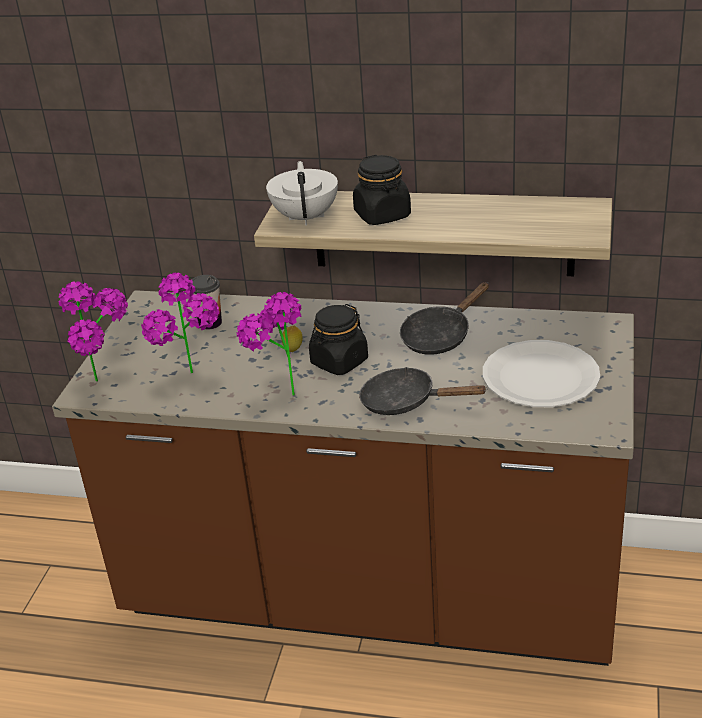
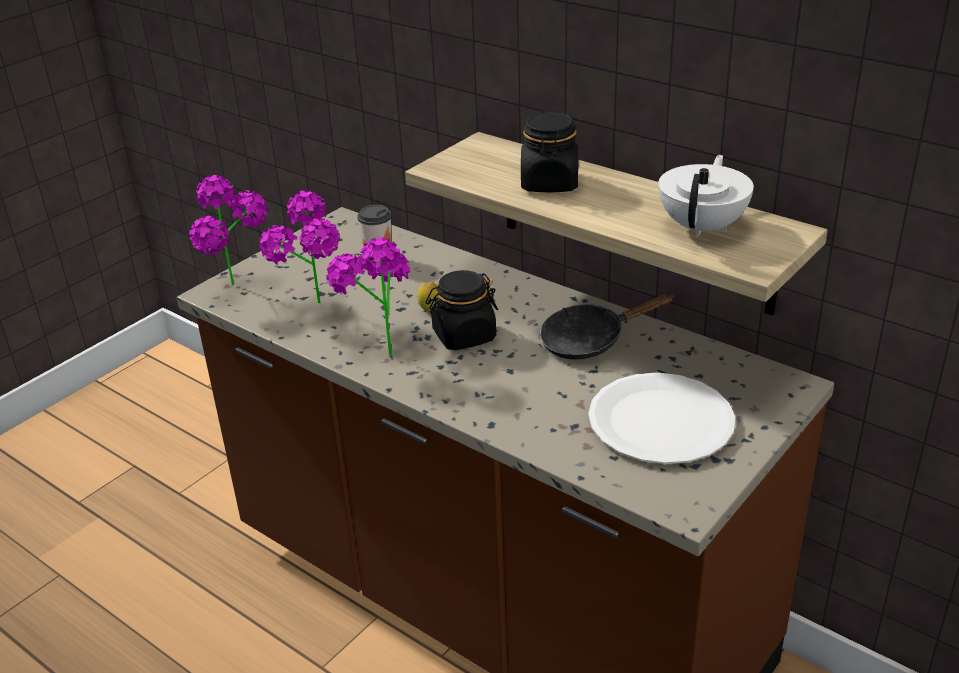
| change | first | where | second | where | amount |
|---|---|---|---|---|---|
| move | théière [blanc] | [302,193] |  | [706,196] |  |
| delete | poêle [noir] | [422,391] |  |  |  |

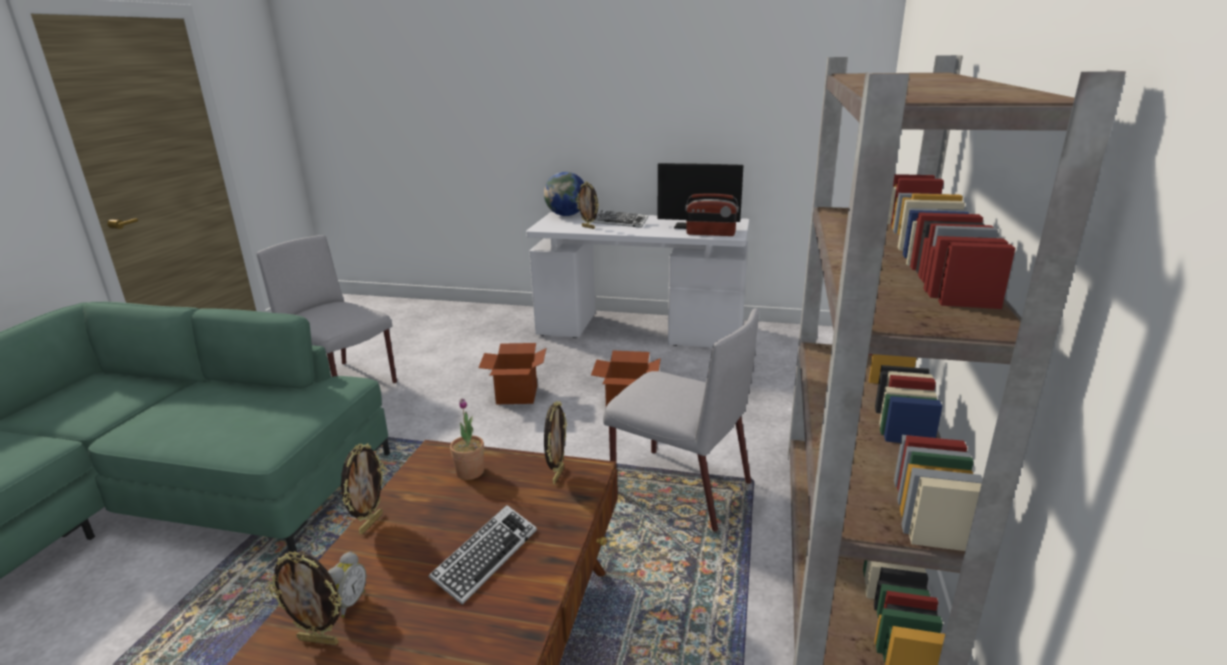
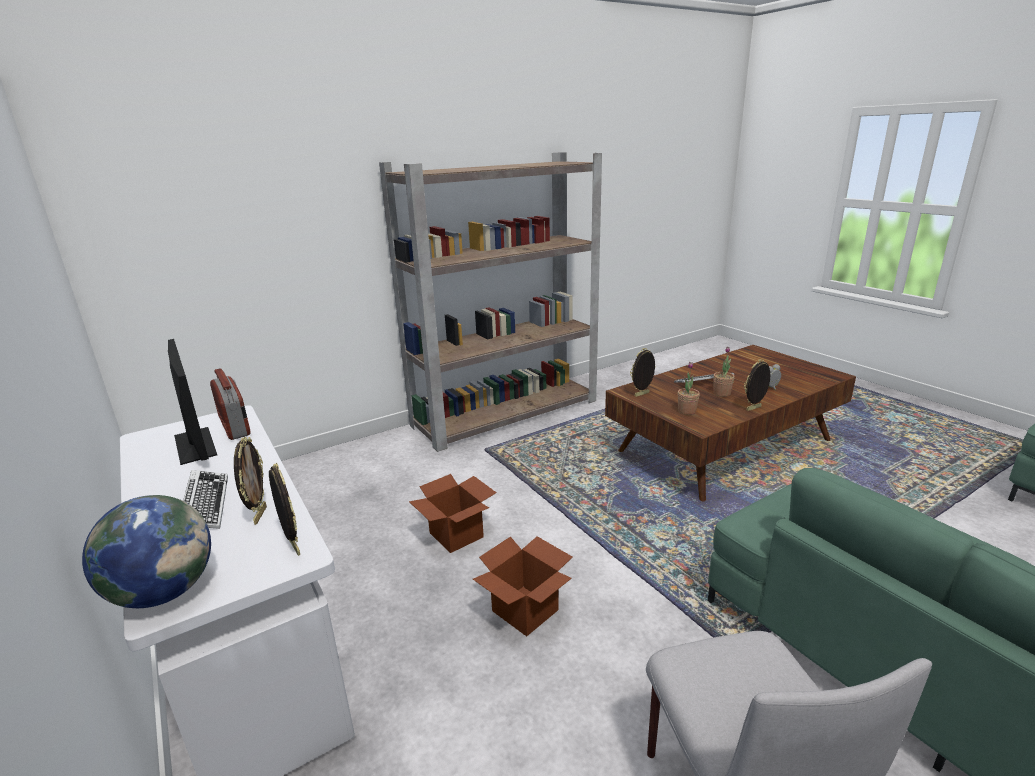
| change | first | where | second | where | amount |
|---|---|---|---|---|---|
| delete | chaise [gris] | [681,419] |  |  |  |
| move | cadre photo | [305,598] |  | [284,509] |  |
| insert |  |  | plante en pot | [724,372] |  |

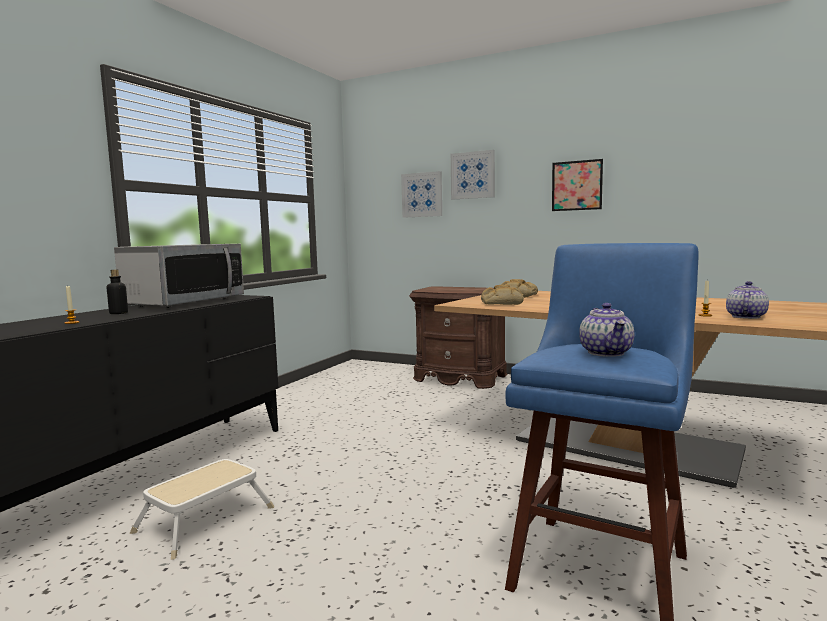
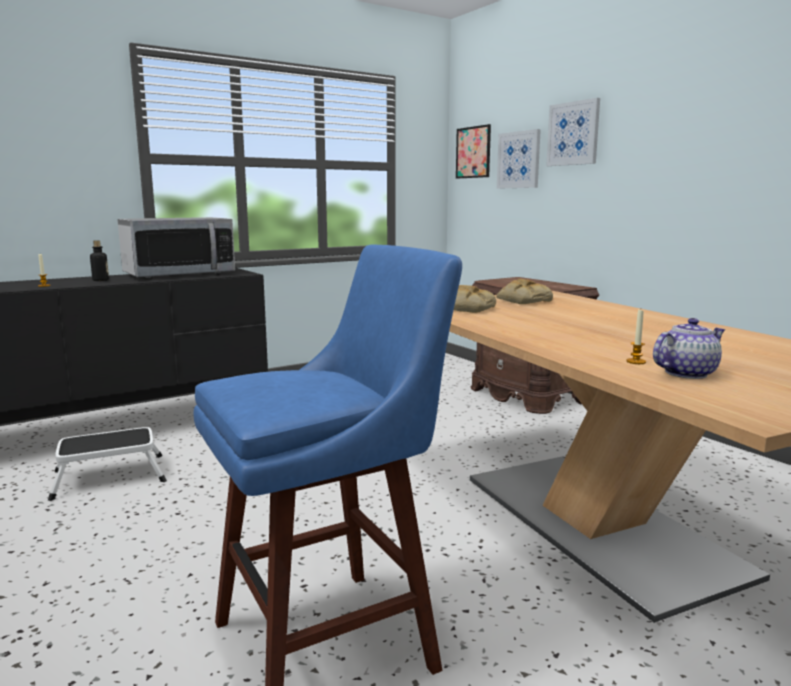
| change | first | where | second | where | amount |
|---|---|---|---|---|---|
| move | tableau | [577,185] |  | [473,151] |  |
| delete | théière | [606,330] |  |  |  |
| recolor | escabeau [beige] | [201,509] | escabeau [noir] | [107,464] |  |

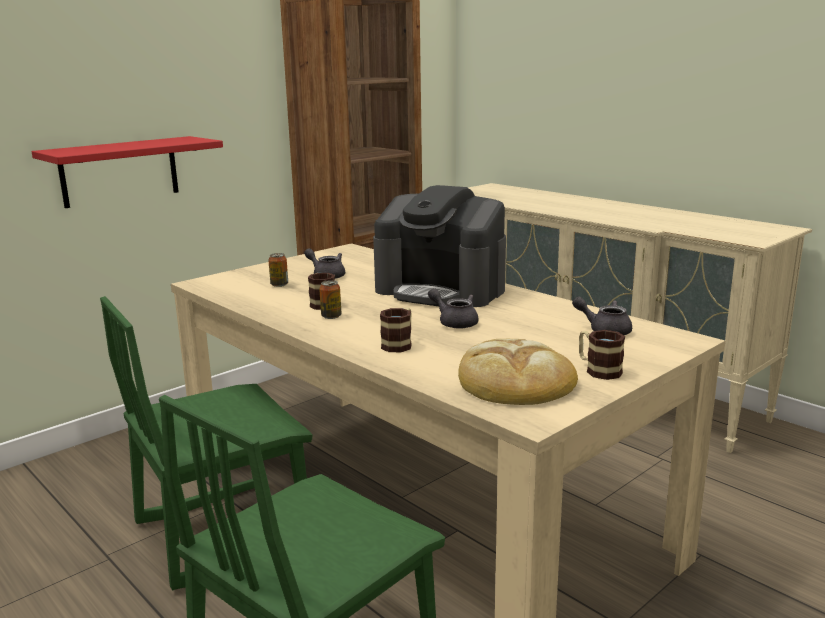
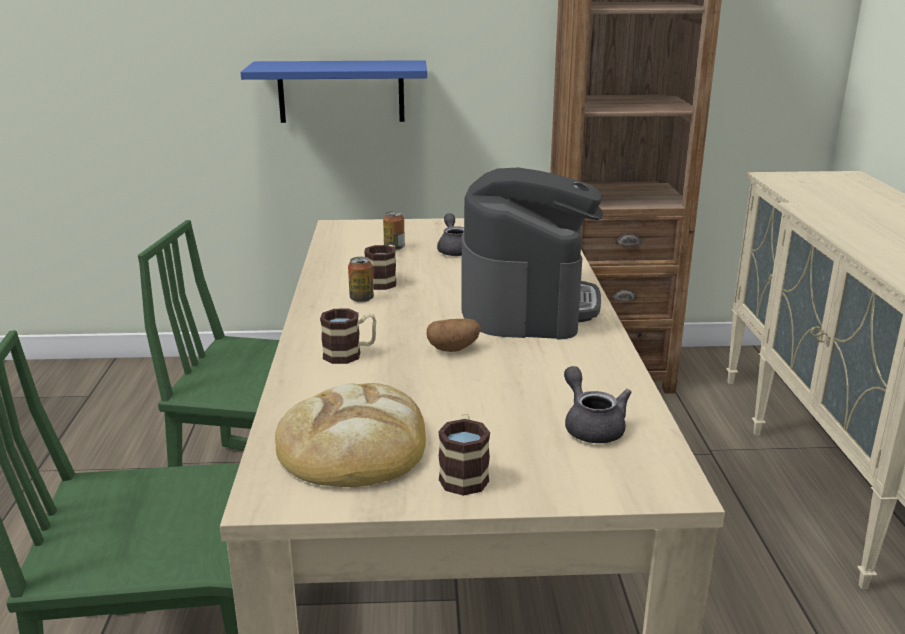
| change | first | where | second | where | amount |
|---|---|---|---|---|---|
| recolor | étagère [rouge] | [127,172] | étagère [bleu] | [333,91] |  |
| rotate | machine à café | [439,246] |  | [532,253] | 150 degrees counterclockwise |
| replace | théière [gris] | [453,308] | pomme de terre | [454,335] |  |

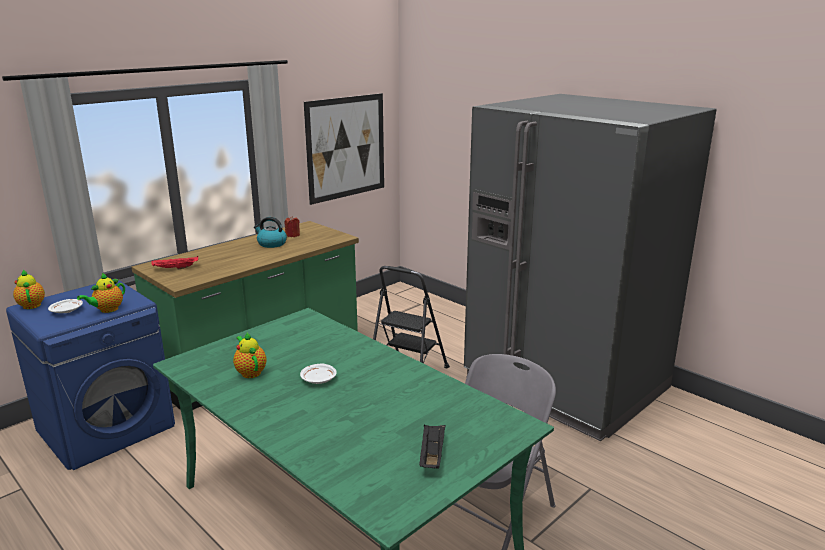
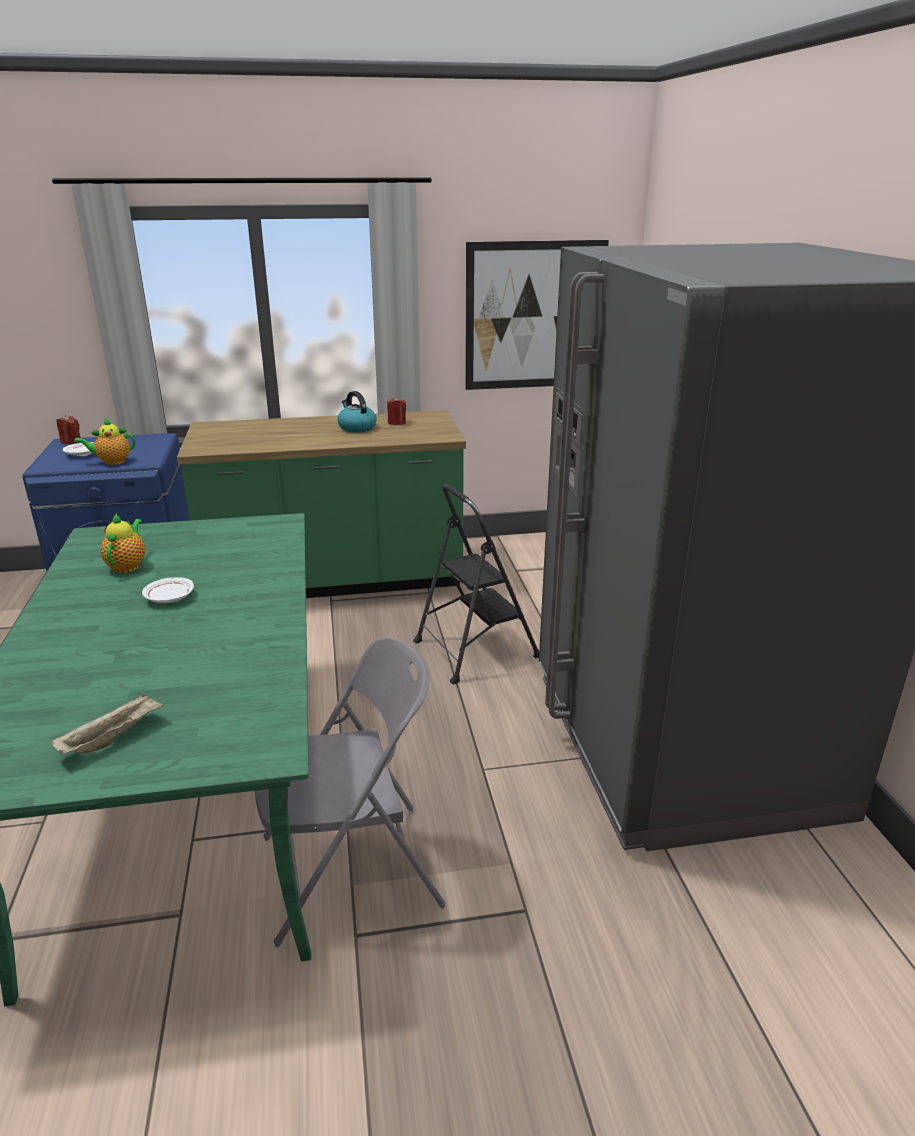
| change | first | where | second | where | amount |
|---|---|---|---|---|---|
| delete | plateau [rouge] | [174,262] |  |  |  |
| replace | théière | [29,289] | bougie [rouge] | [68,429] |  |
| recolor | plateau [noir] | [432,447] | plateau [beige] | [107,724] |  |

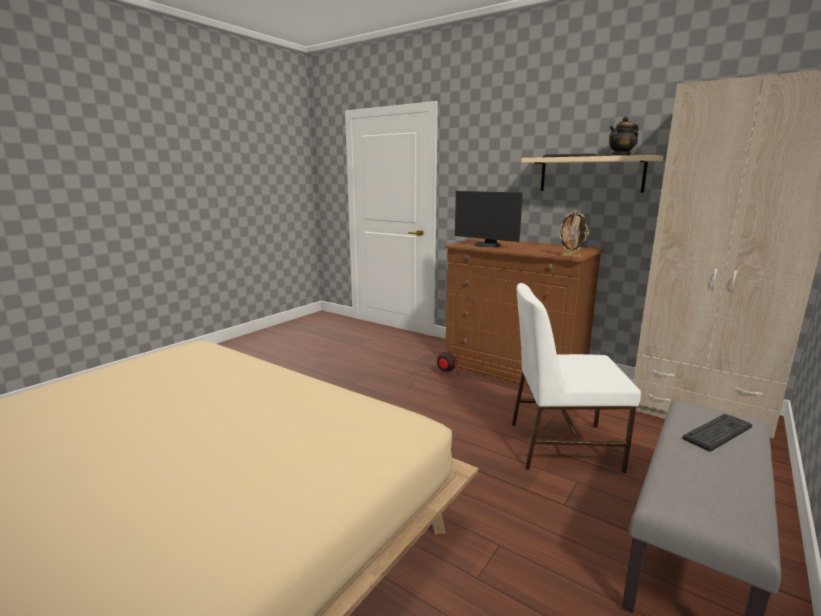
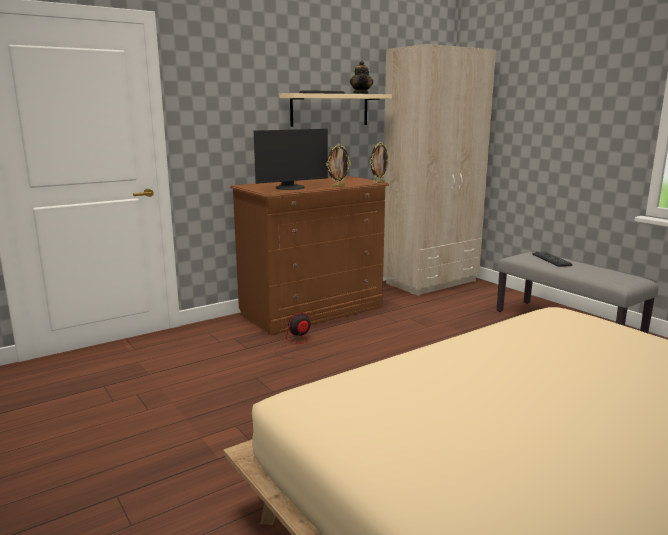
| change | first | where | second | where | amount |
|---|---|---|---|---|---|
| delete | chaise [blanc] | [576,378] |  |  |  |
| insert |  |  | cadre photo | [338,165] |  |

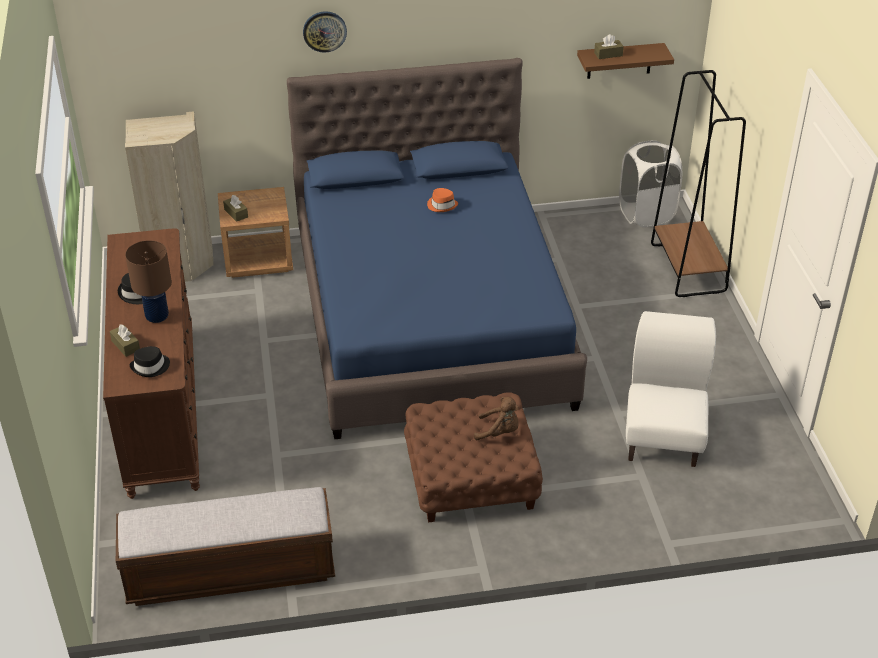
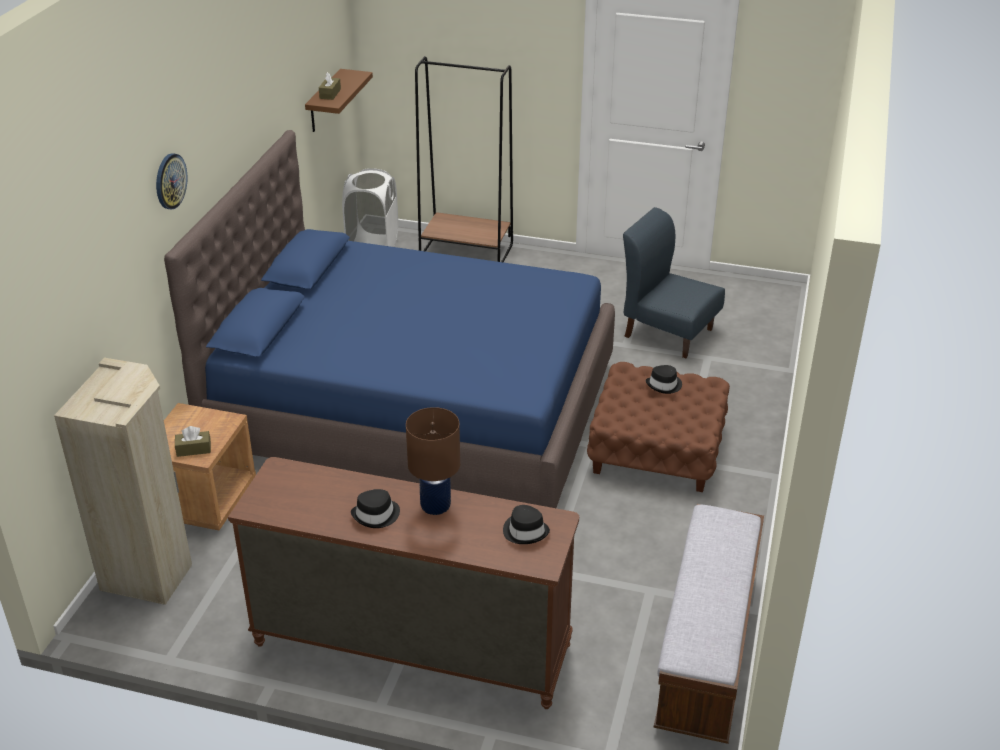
| change | first | where | second | where | amount |
|---|---|---|---|---|---|
| delete | chapeau [orange] | [442,200] |  |  |  |
| recolor | chaise [blanc] | [671,389] | chaise [bleu] | [674,282] |  |
| delete | boîte à mouchoirs [marron] | [125,340] |  |  |  |
| replace | peluche [marron] | [496,418] | chapeau [noir] | [663,379] |  |

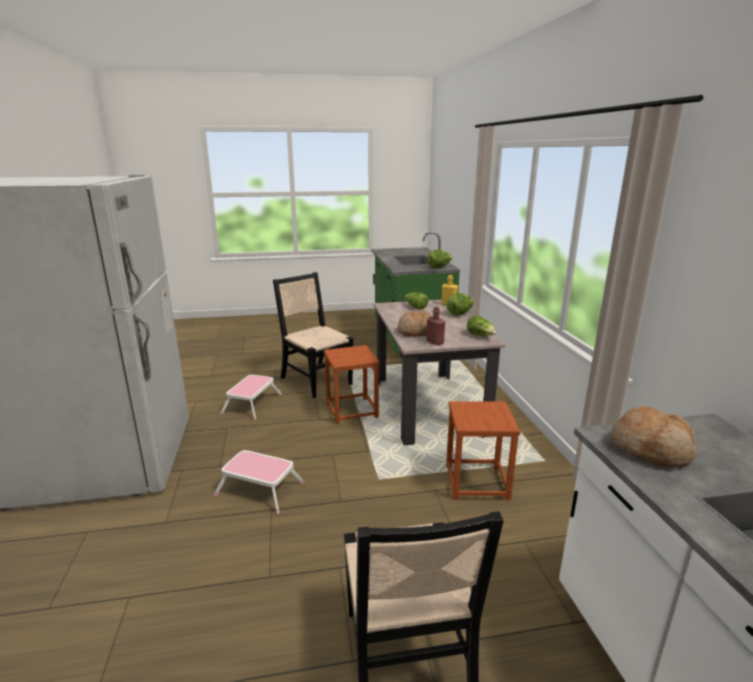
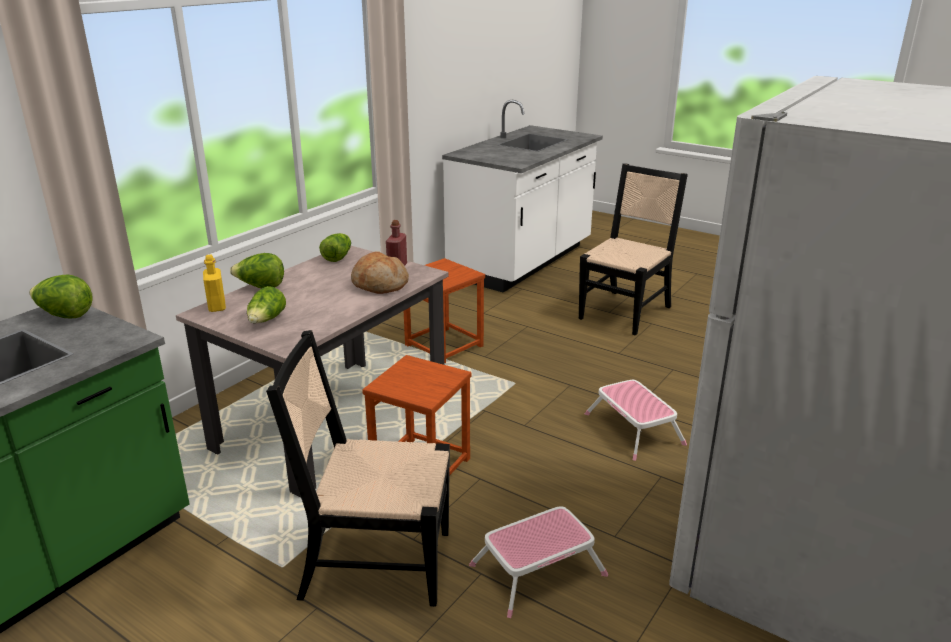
| change | first | where | second | where | amount |
|---|---|---|---|---|---|
| rotate | chaise | [313,335] |  | [358,468] | 90 degrees clockwise |
| delete | pain | [654,437] |  |  |  |

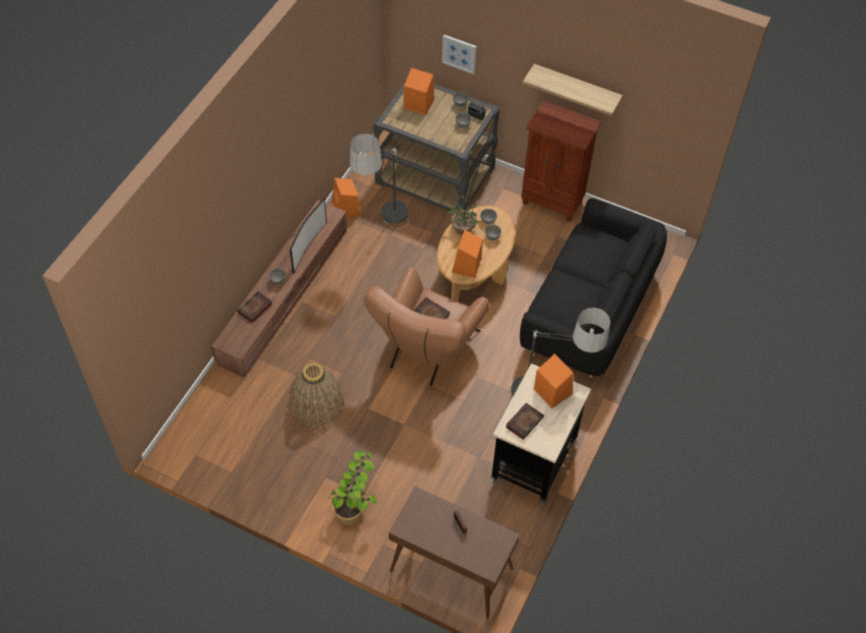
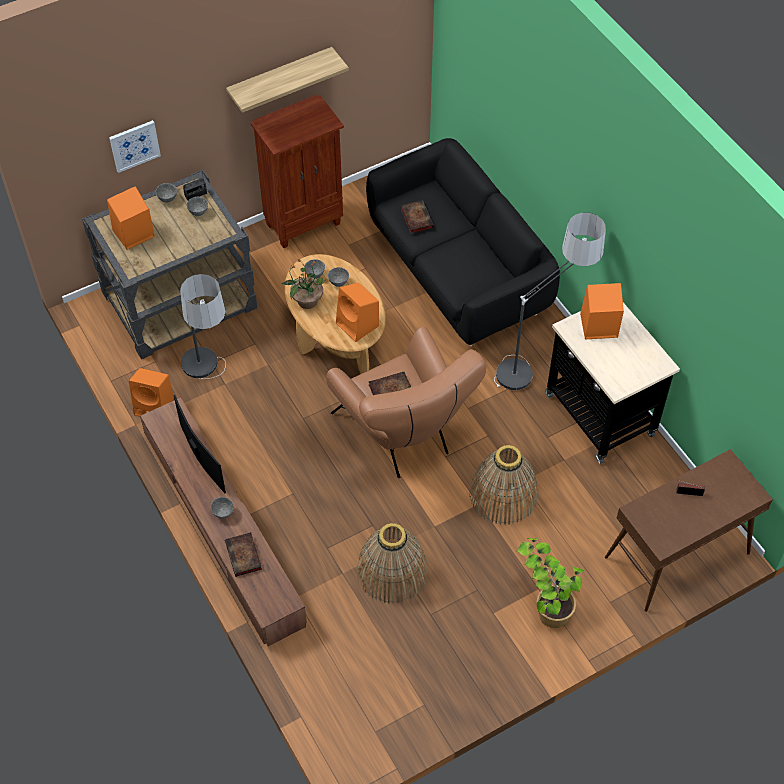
| change | first | where | second | where | amount |
|---|---|---|---|---|---|
| move | livre | [525,421] |  | [417,217] |  |
| insert |  |  | panier | [503,485] |  |

